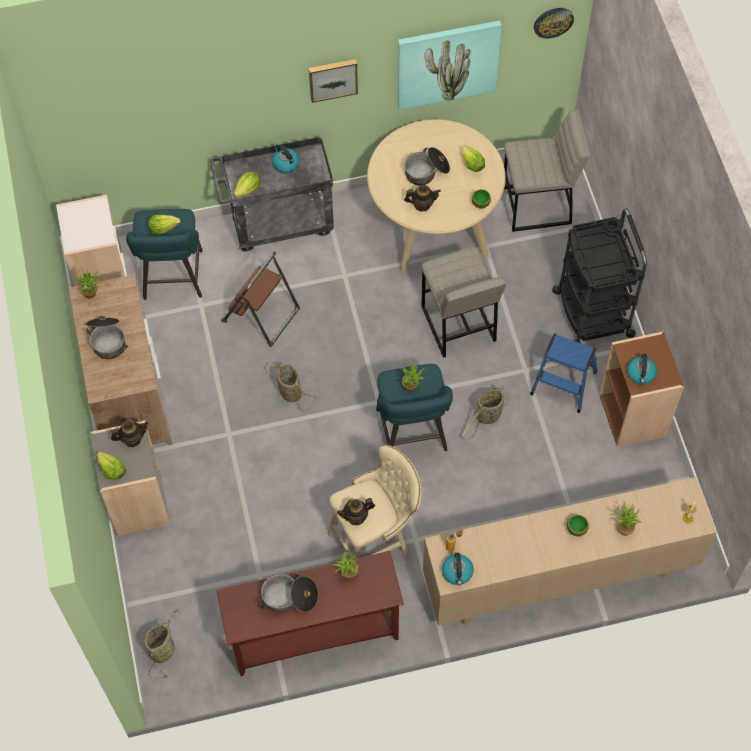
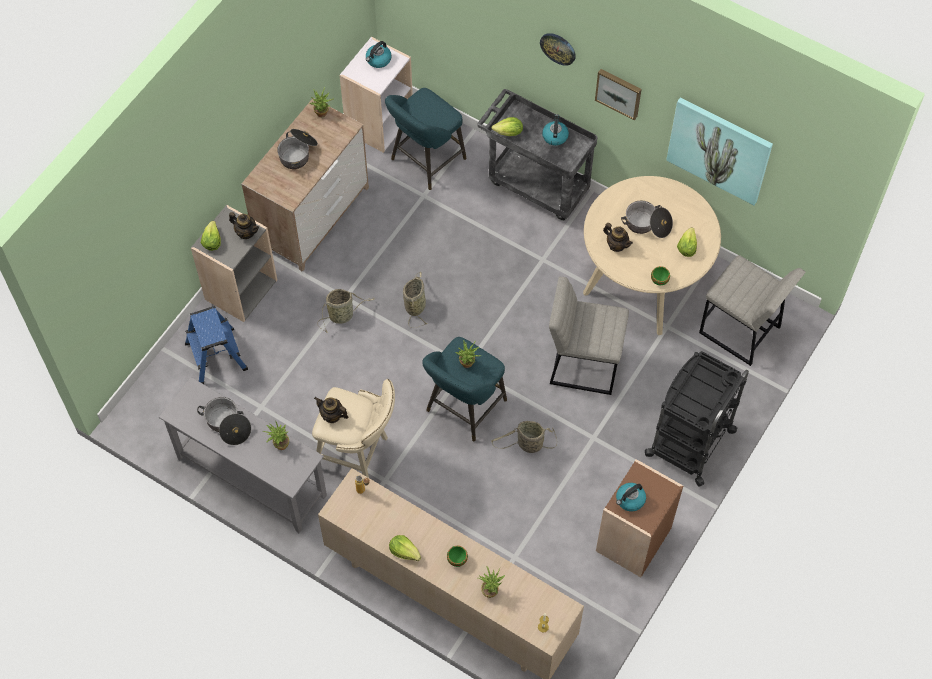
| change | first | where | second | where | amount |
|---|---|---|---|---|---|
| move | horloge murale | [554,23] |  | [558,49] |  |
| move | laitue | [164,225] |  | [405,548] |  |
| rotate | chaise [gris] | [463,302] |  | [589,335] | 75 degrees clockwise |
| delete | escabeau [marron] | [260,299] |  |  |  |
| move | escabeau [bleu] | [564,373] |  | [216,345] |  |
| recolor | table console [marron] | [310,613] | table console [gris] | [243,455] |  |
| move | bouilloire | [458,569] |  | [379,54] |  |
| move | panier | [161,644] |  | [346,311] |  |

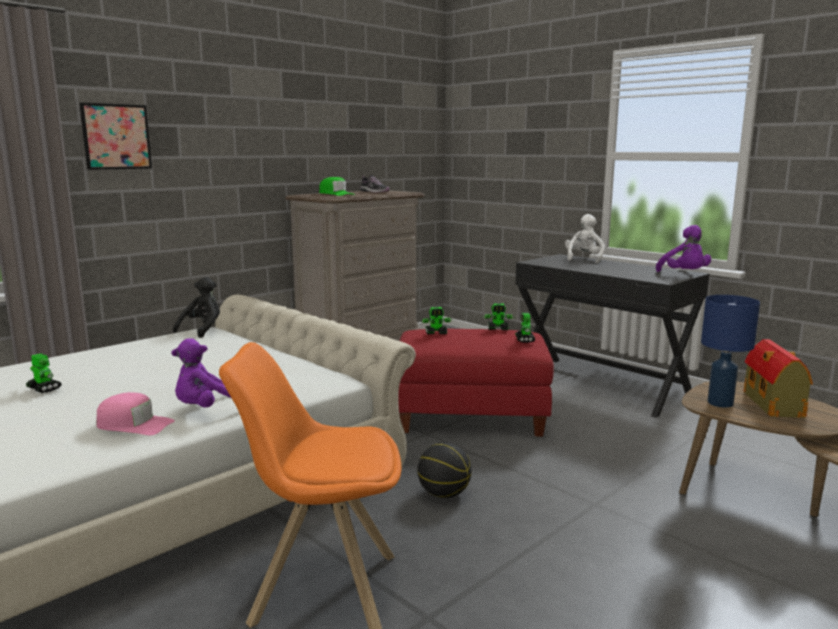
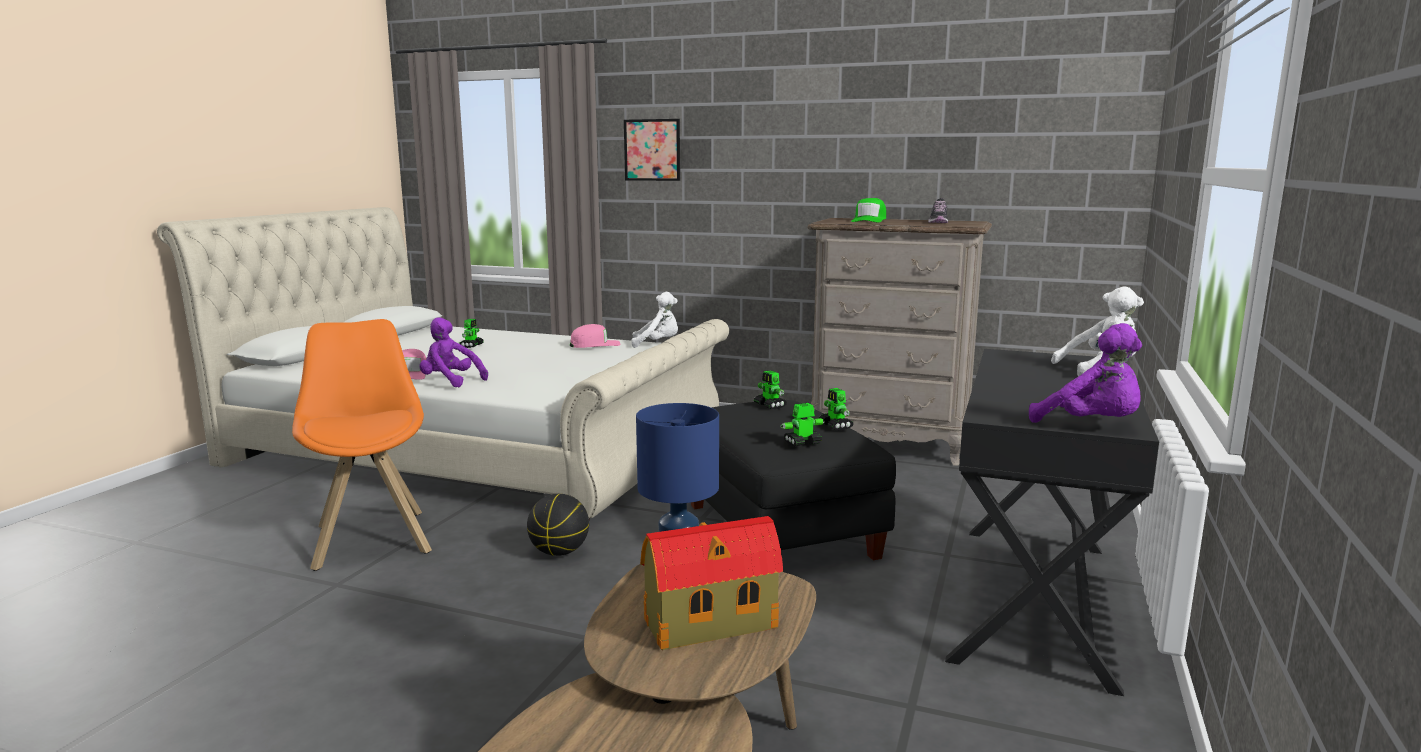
| change | first | where | second | where | amount |
|---|---|---|---|---|---|
| rotate | peluche [violet] | [683,248] |  | [1085,373] | 90 degrees counterclockwise |
| recolor | peluche [noir] | [196,307] | peluche [blanc] | [654,320] |  |
| recolor | pouf [rouge] | [476,383] | pouf [noir] | [793,480] |  |
| insert |  |  | casquette [rose] | [595,336] |  |

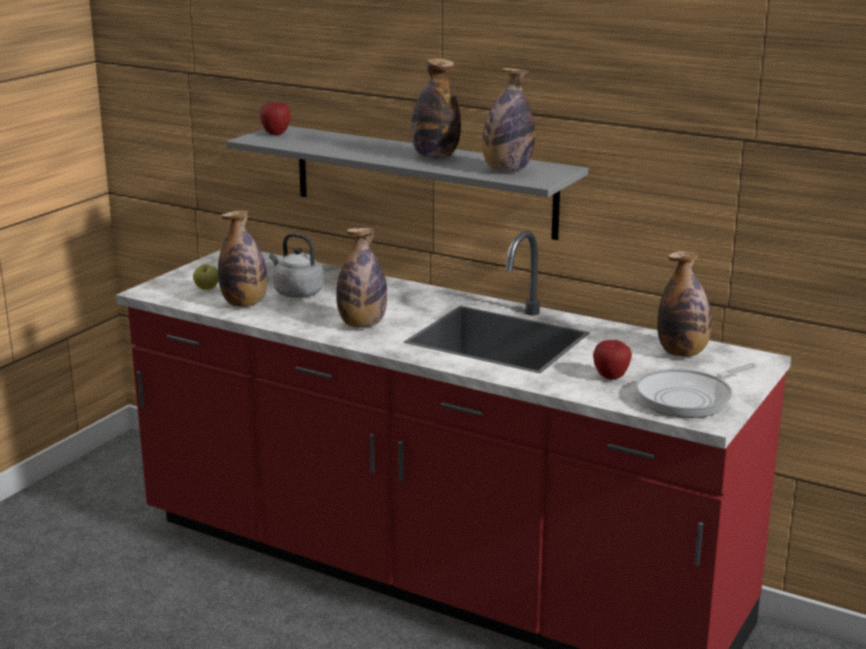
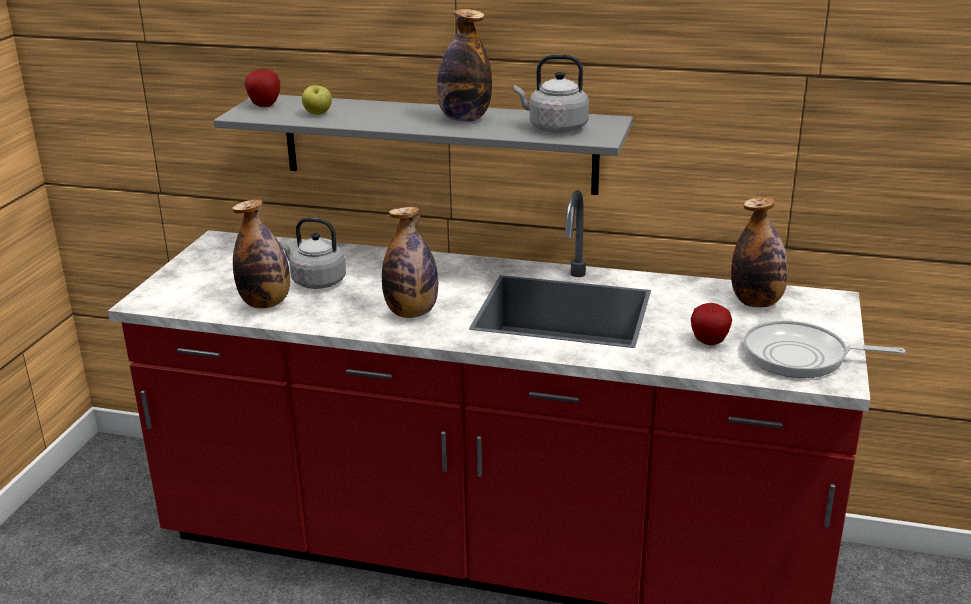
| change | first | where | second | where | amount |
|---|---|---|---|---|---|
| replace | bouteille | [508,120] | bouilloire [gris] | [551,93] |  |
| move | pomme | [206,277] |  | [317,100] |  |
| rotate | poêle | [696,390] |  | [825,349] | 60 degrees clockwise |

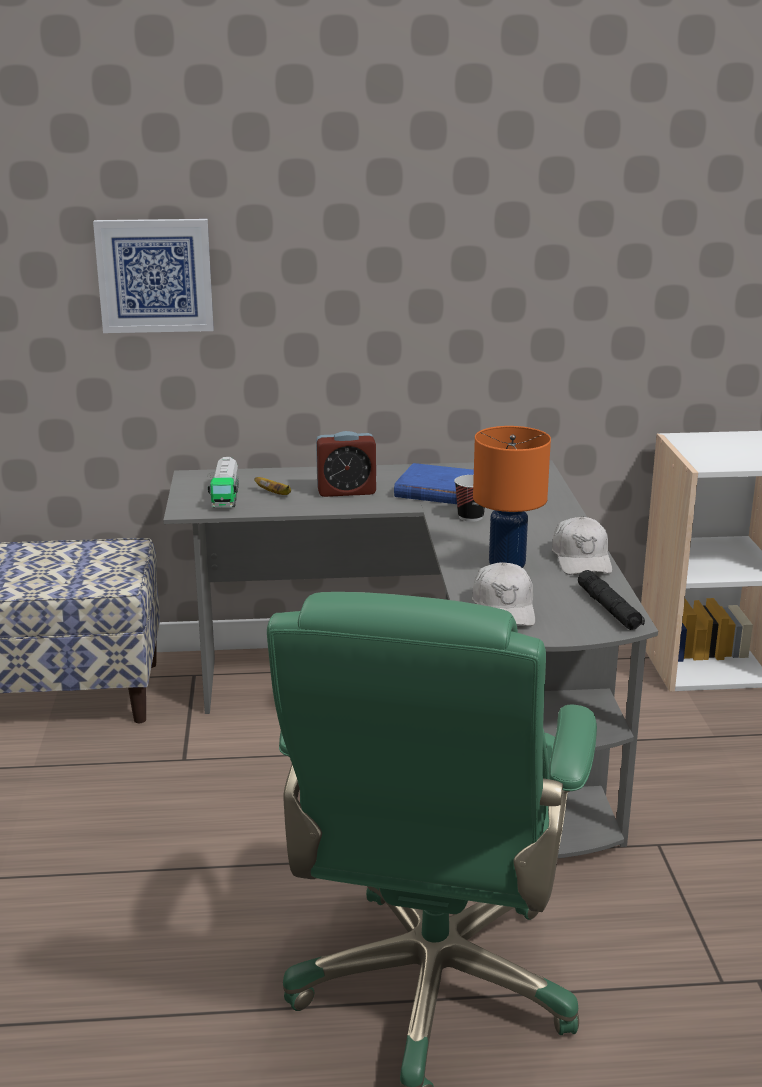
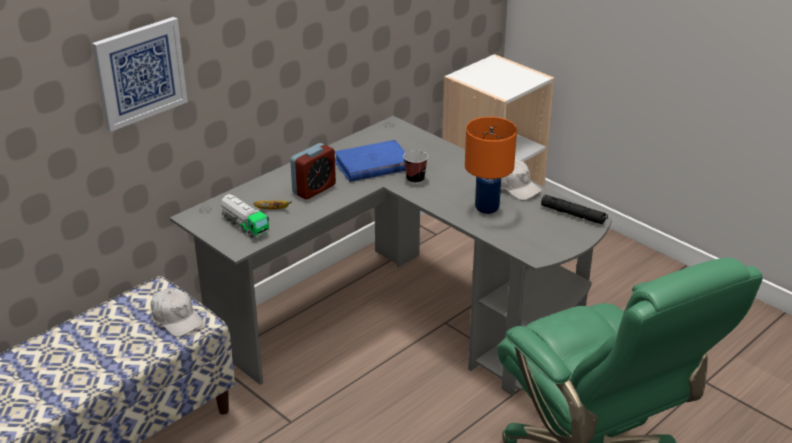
| change | first | where | second | where | amount |
|---|---|---|---|---|---|
| move | casquette [blanc] | [503,594] |  | [177,312] |  |

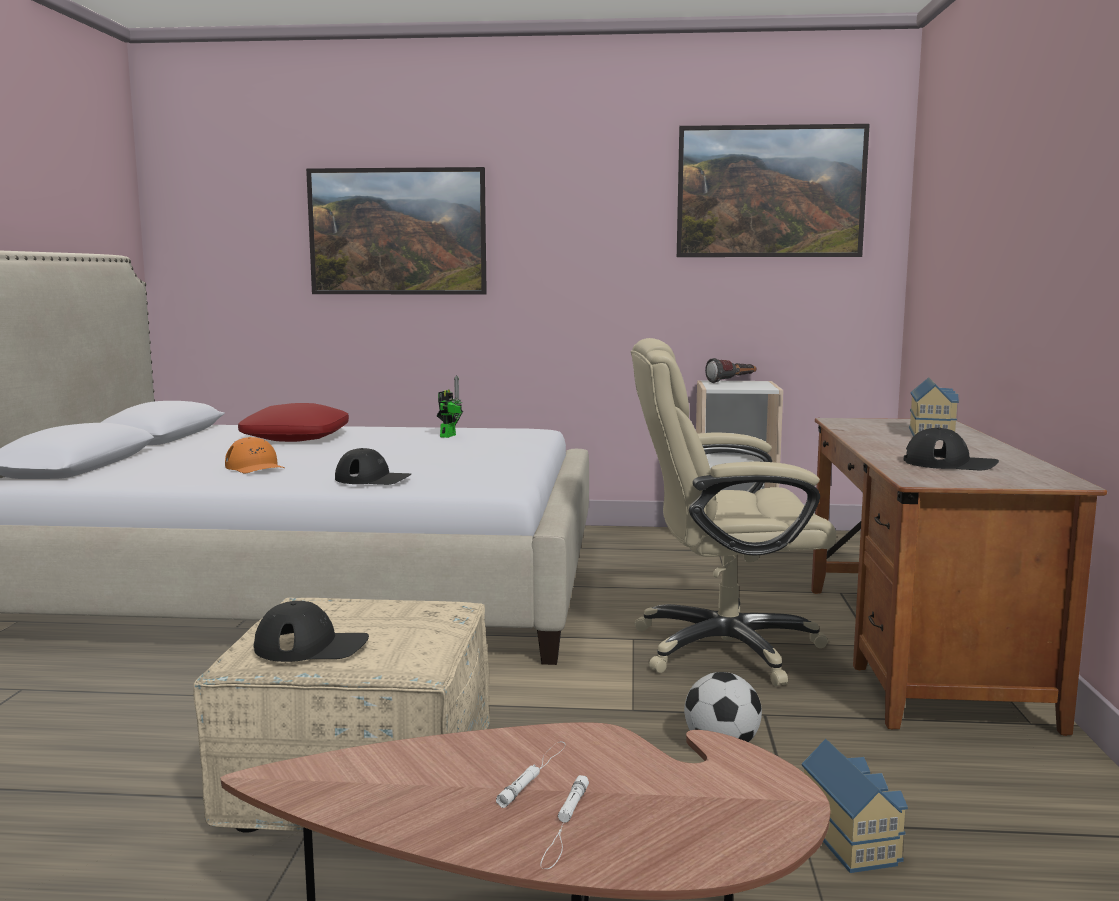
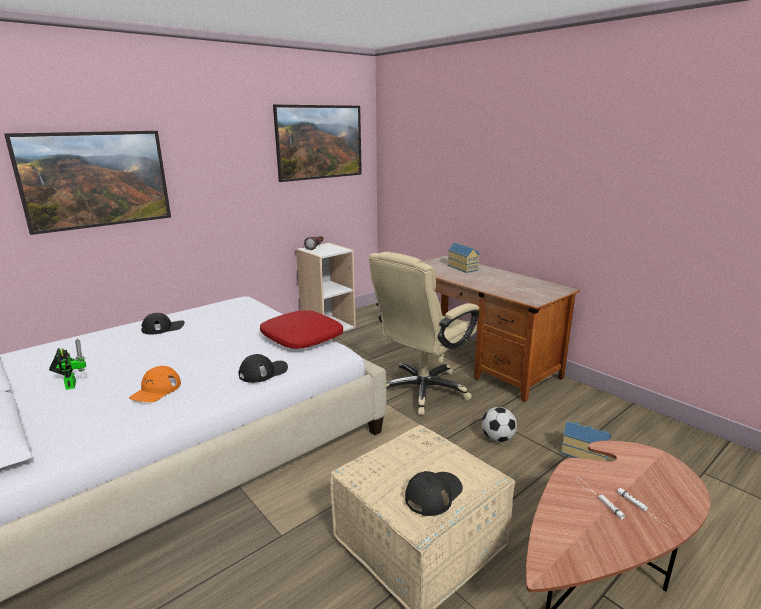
| change | first | where | second | where | amount |
|---|---|---|---|---|---|
| move | robot jouet | [450,406] |  | [67,364] |  |
| move | coussin [rouge] | [293,422] |  | [301,329] |  |
| move | casquette [noir] | [951,449] |  | [163,324] |  |
| rotate | casquette [orange] | [255,455] |  | [155,384] | 105 degrees clockwise |

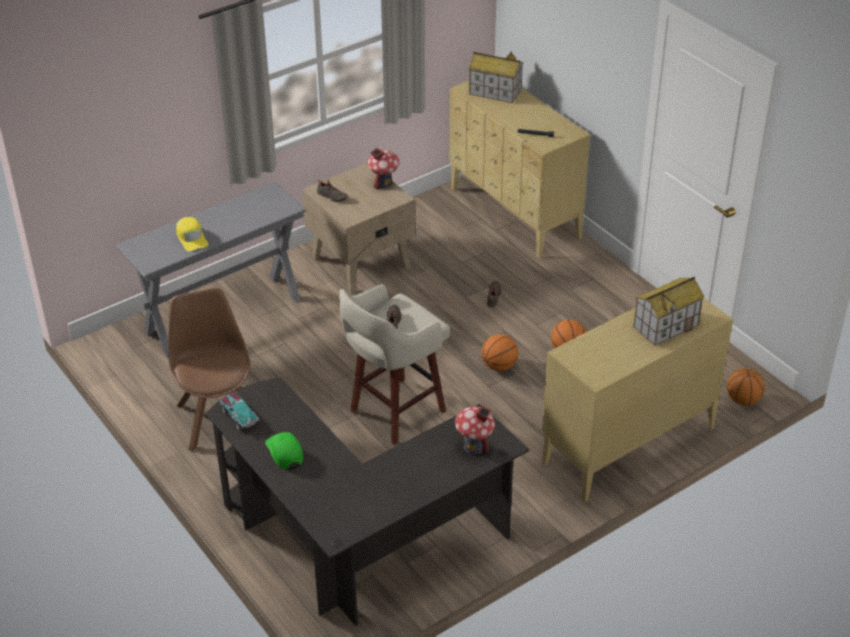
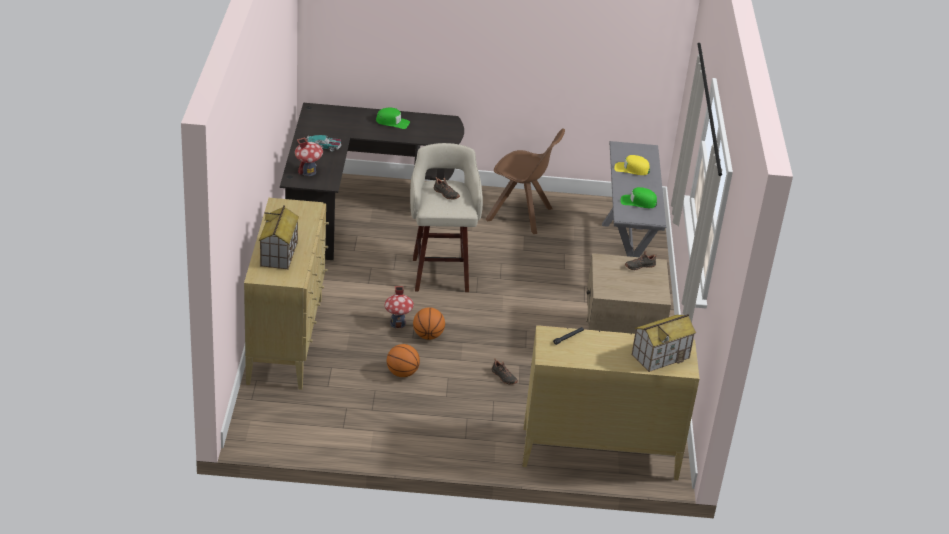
| change | first | where | second | where | amount |
|---|---|---|---|---|---|
| move | maison miniature | [383,168] |  | [399,307] |  |
| delete | ballon de basket | [746,387] |  |  |  |
| move | petite voiture | [239,411] |  | [324,143] |  |
| insert |  |  | casquette [vert] | [639,197] |  |

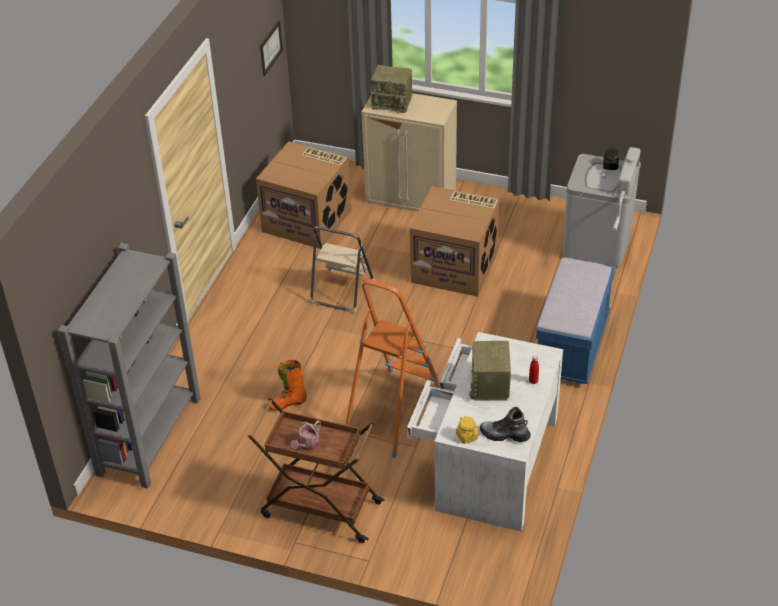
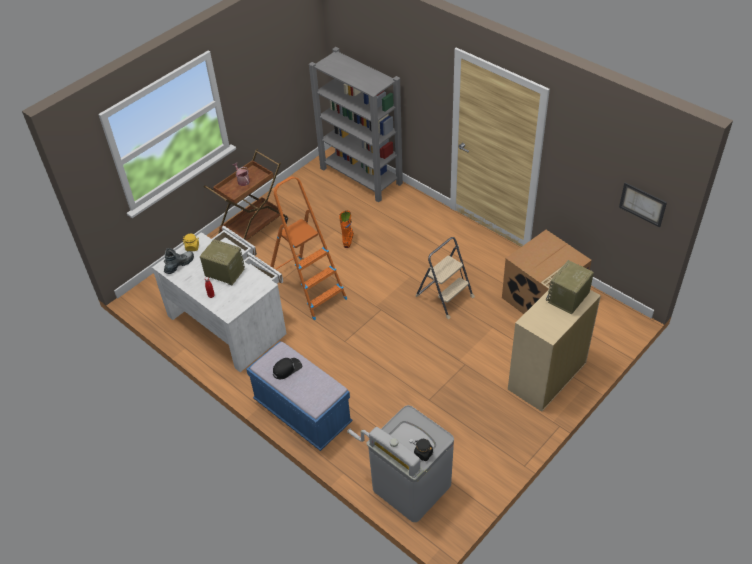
| change | first | where | second | where | amount |
|---|---|---|---|---|---|
| delete | carton | [454,241] |  |  |  |
| insert |  |  | casquette [noir] | [287,368] |  |

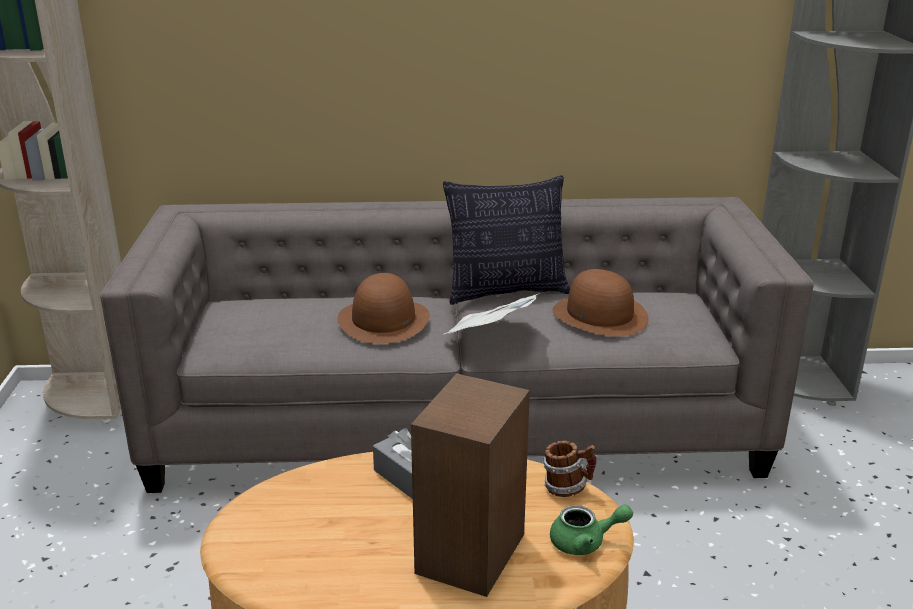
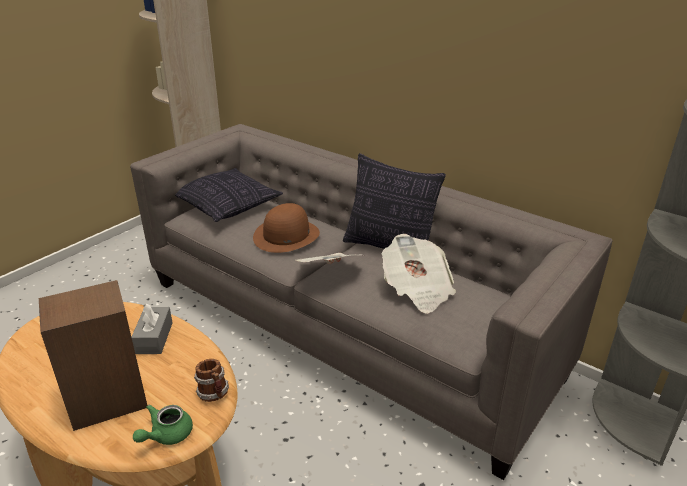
| change | first | where | second | where | amount |
|---|---|---|---|---|---|
| replace | chapeau [marron] | [600,302] | journal | [419,274] |  |
| rotate | théière [vert] | [591,529] |  | [163,425] | 90 degrees clockwise |
| insert |  |  | coussin | [229,195] |  |

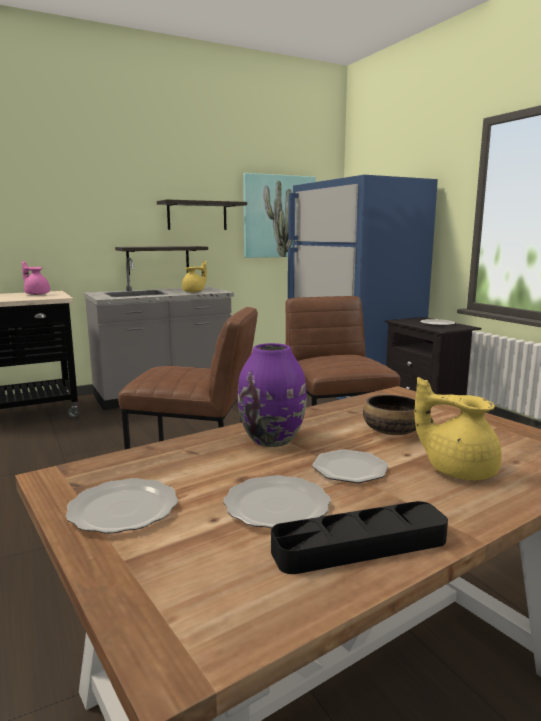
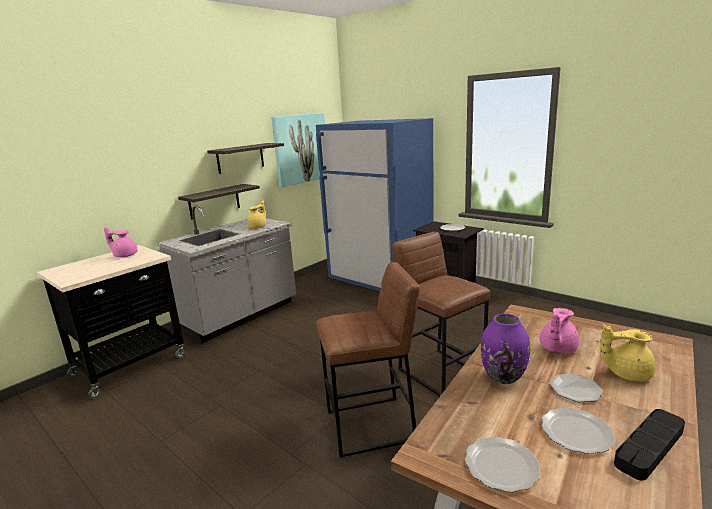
| change | first | where | second | where | amount |
|---|---|---|---|---|---|
| replace | bol | [389,415] | théière [rose] | [559,331] |  |

